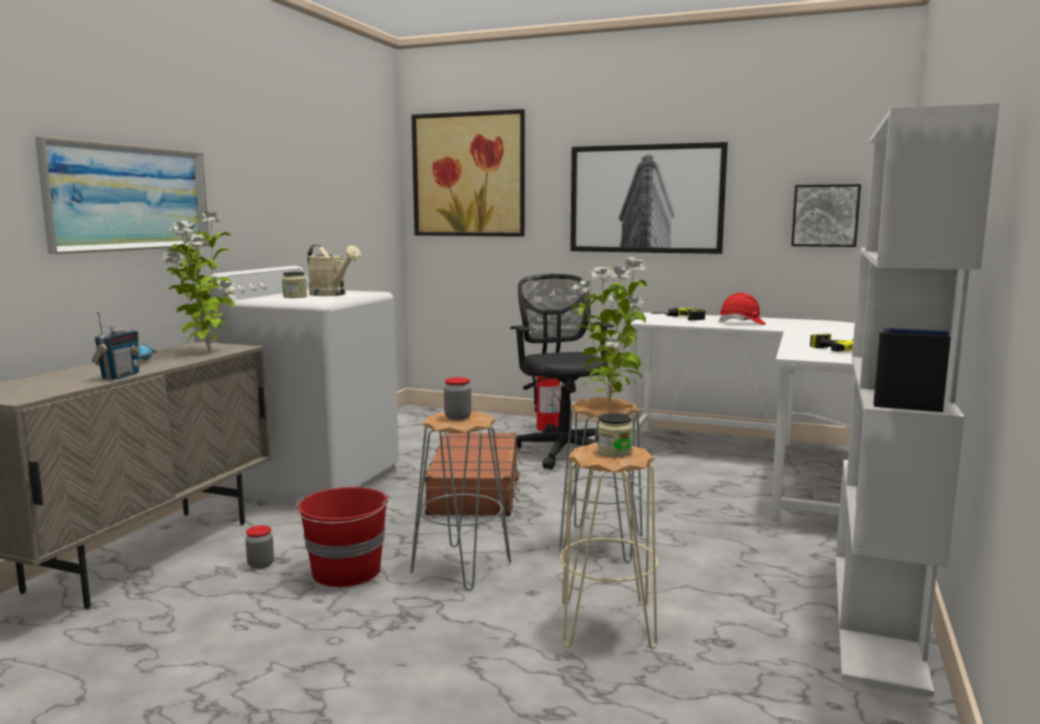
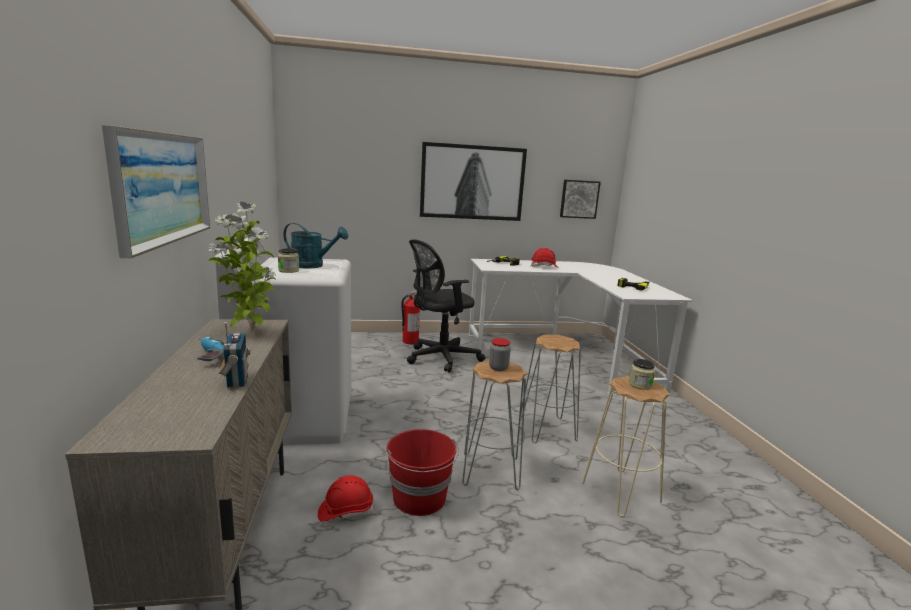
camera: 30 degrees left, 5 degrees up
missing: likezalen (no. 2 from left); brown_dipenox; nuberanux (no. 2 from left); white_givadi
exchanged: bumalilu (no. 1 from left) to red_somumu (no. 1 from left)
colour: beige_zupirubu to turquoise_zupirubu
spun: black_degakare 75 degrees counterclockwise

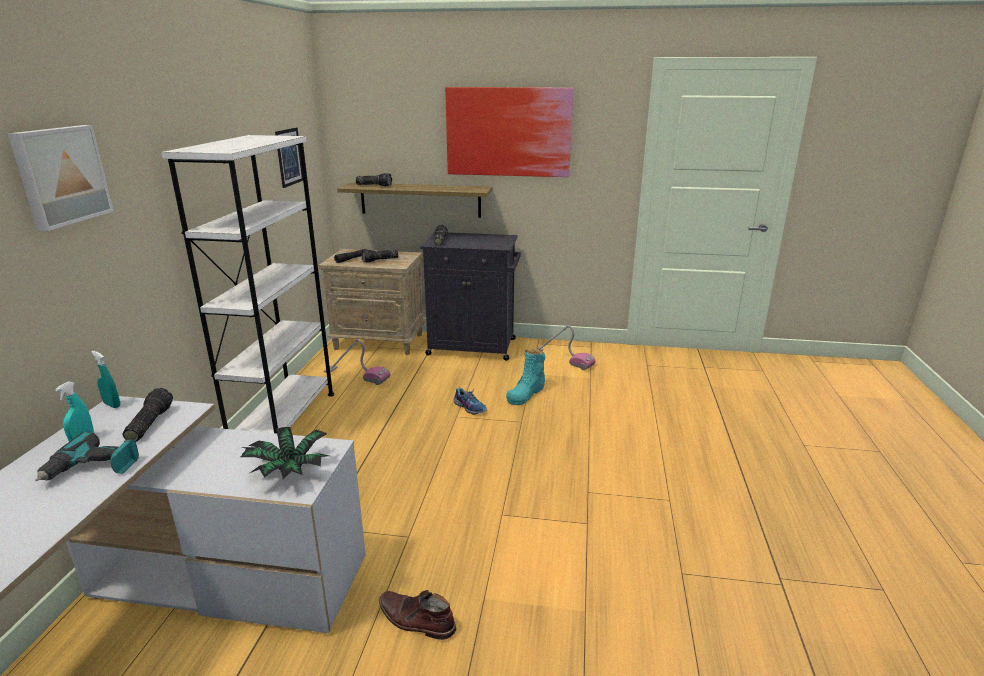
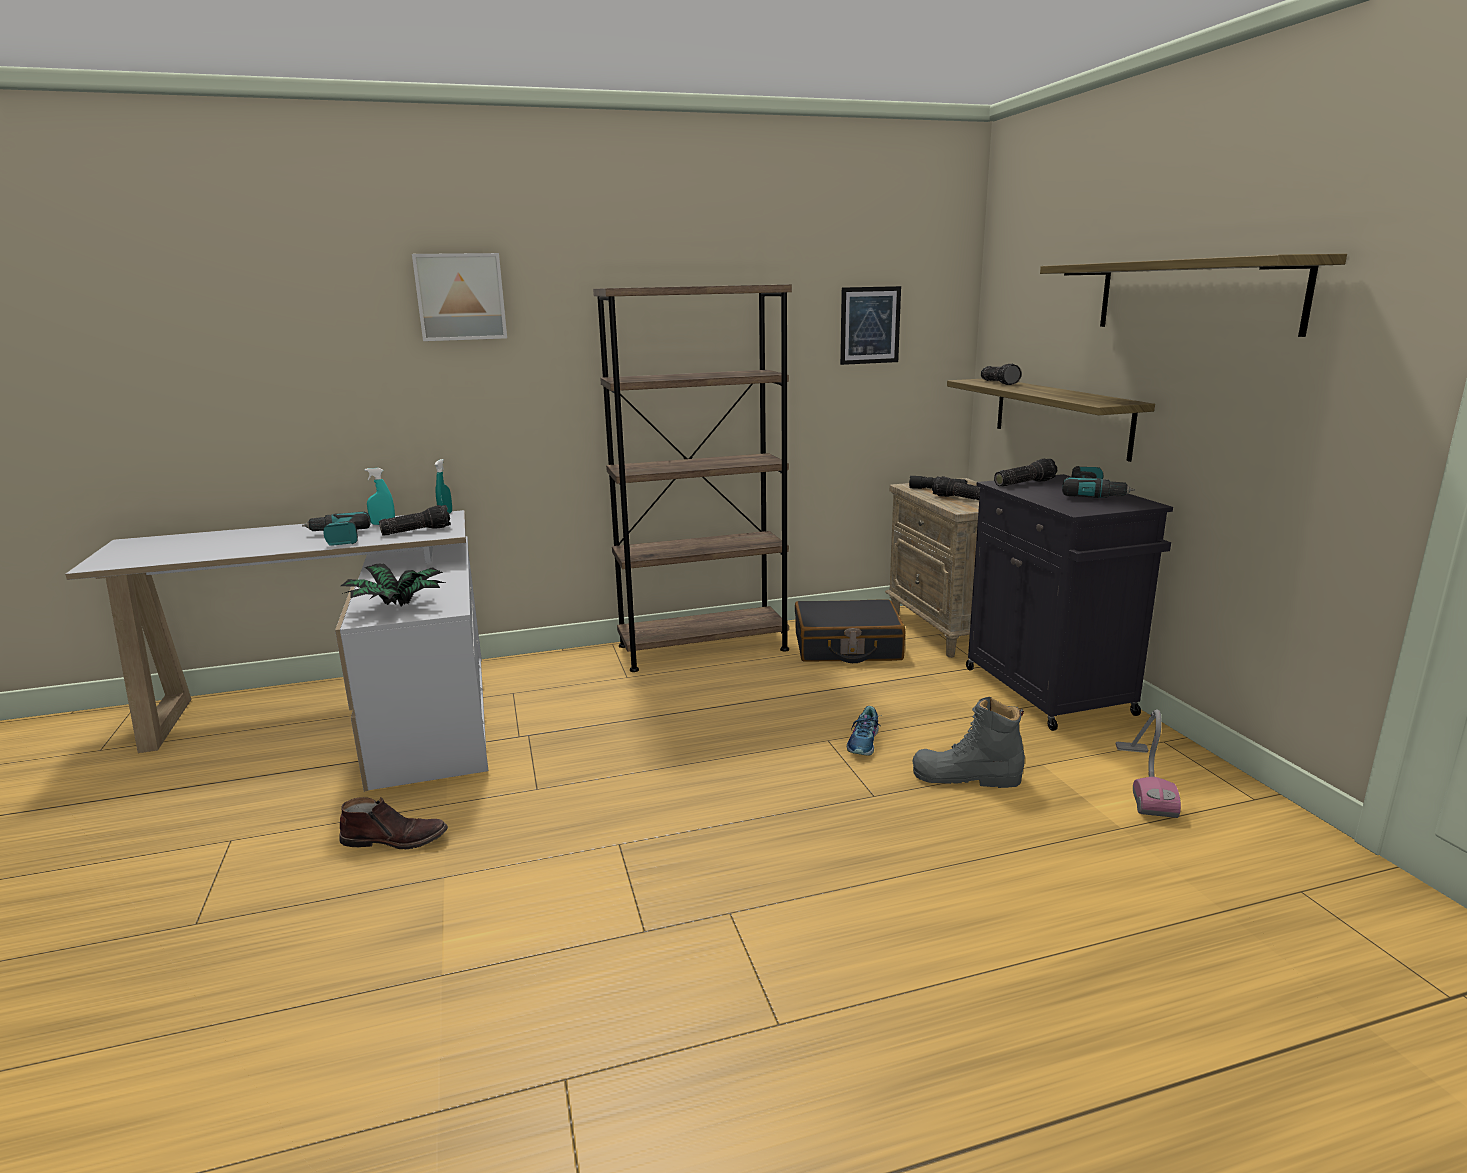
camera: 65 degrees right, 5 degrees down
appeared: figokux (no. 2 from left)
exchanged: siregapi (no. 1 from left) to black_dipenox; likezalen (no. 3 from left) to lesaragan (no. 2 from left)
colour: white_givadi to brown_givadi; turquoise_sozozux to grey_sozozux
spun: brown_sozozux 90 degrees clockwise

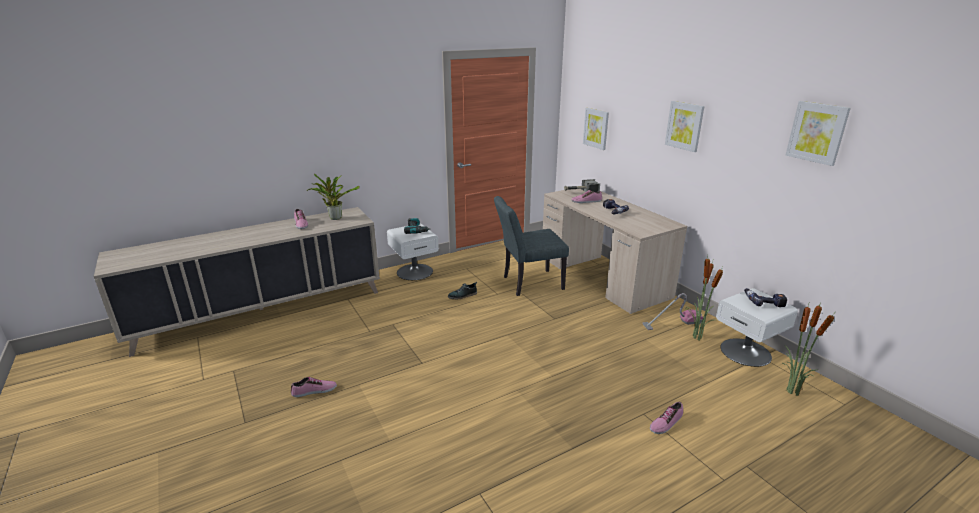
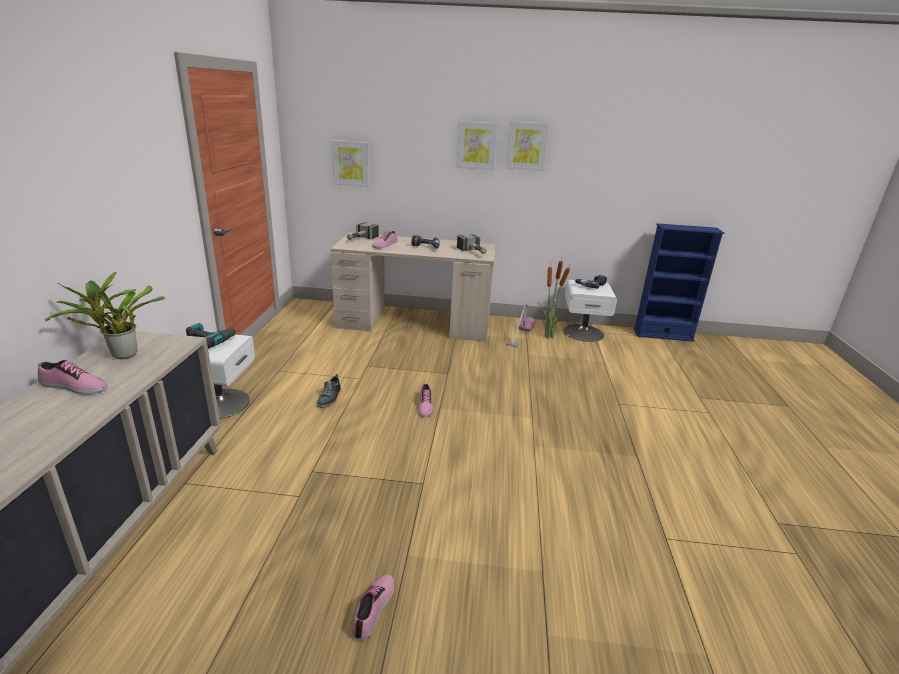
camera: 55 degrees left, 0 degrees up
missing: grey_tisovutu; nuberanux (no. 3 from left)
appeared: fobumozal (no. 2 from left); blue_givadi
relocated: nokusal (no. 5 from left); likezalen (no. 3 from left)

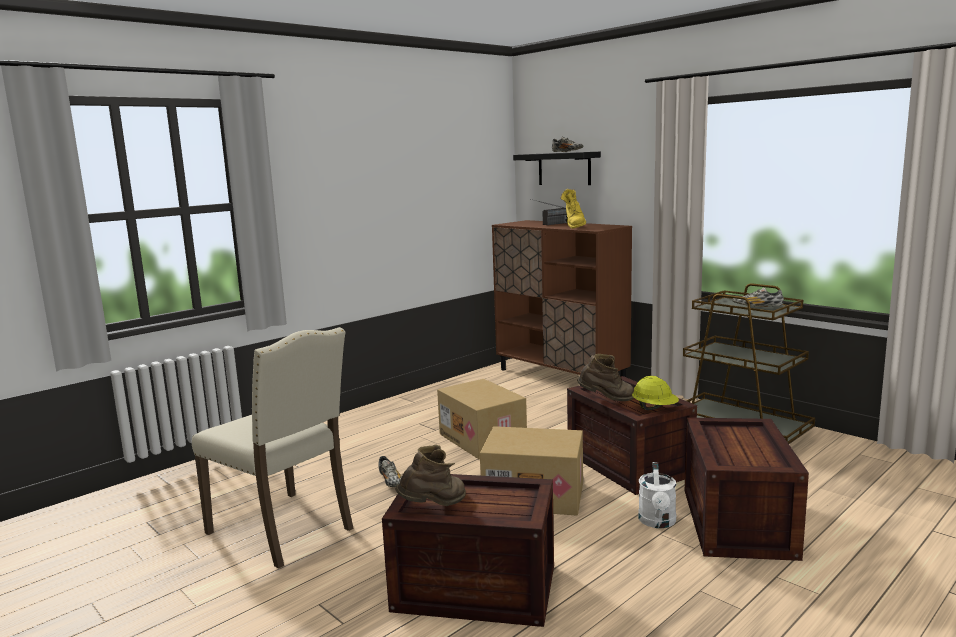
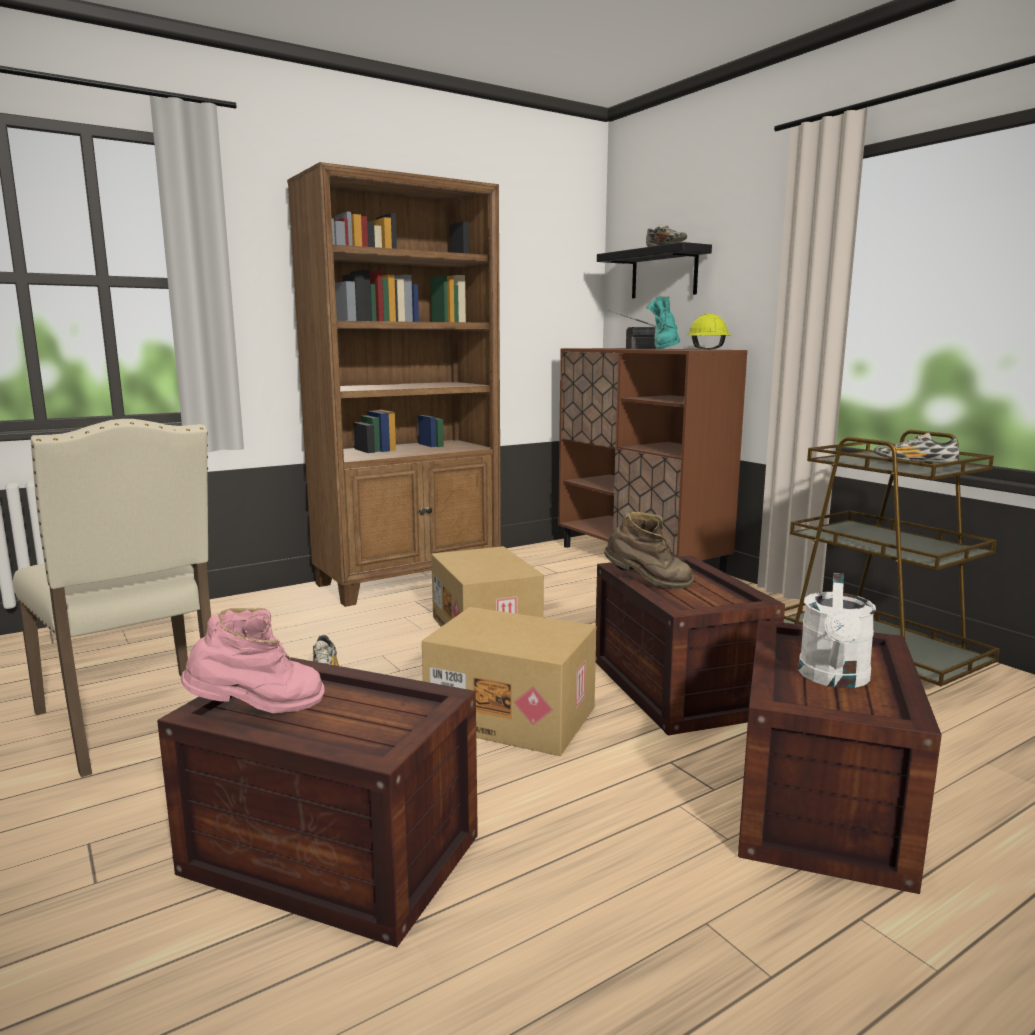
camera: 10 degrees right, 0 degrees up
appeared: brown_givadi
relocated: yellow_somumu; white_zupirubu
colour: brown_sozozux (no. 1 from left) to pink_sozozux; yellow_sozozux to turquoise_sozozux

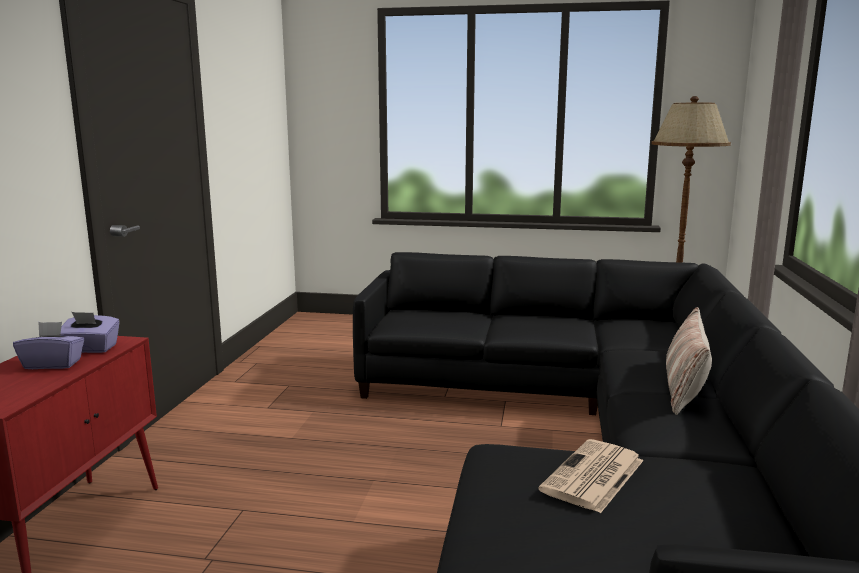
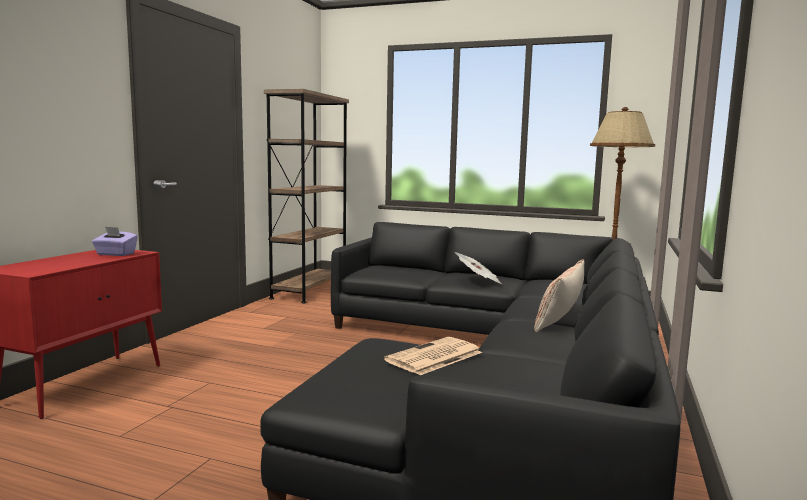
camera: 10 degrees right, 5 degrees down
missing: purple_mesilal (no. 1 from left)
appeared: brown_givadi; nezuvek (no. 2 from left)

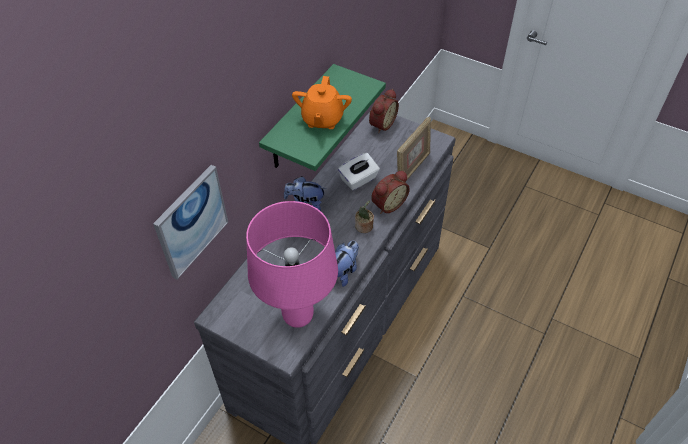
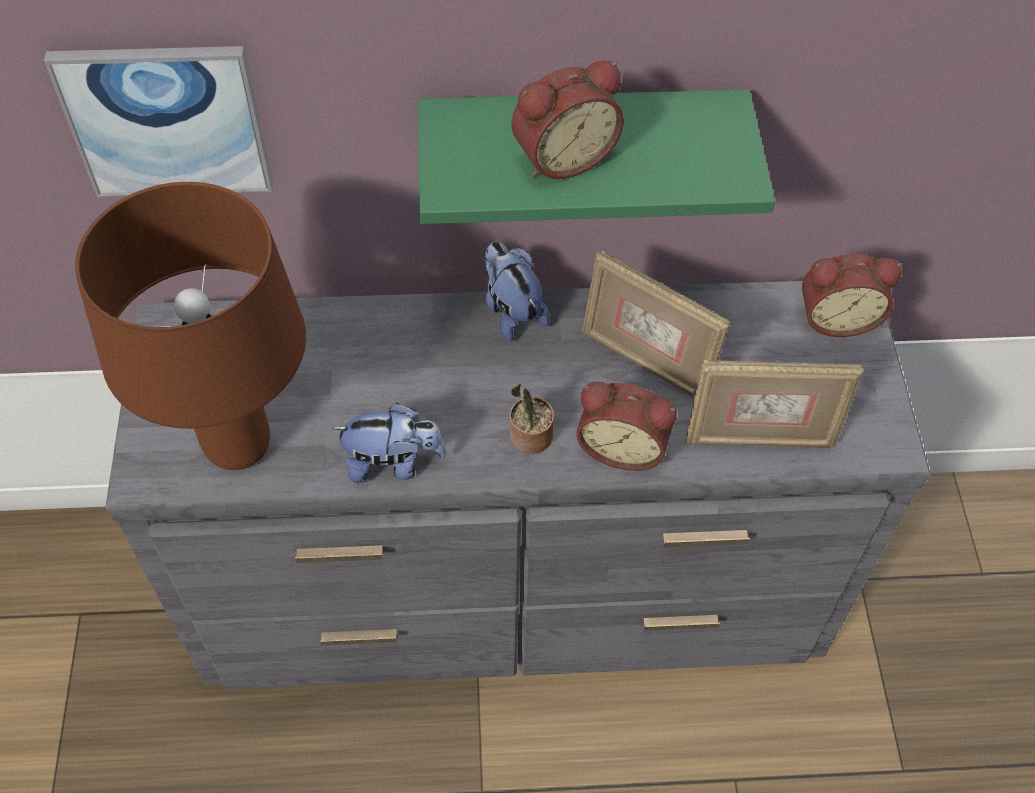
camera: 55 degrees right, 5 degrees up
exchanged: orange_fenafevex to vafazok (no. 1 from left); white_mesilal to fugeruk (no. 1 from left)
colour: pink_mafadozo to brown_mafadozo

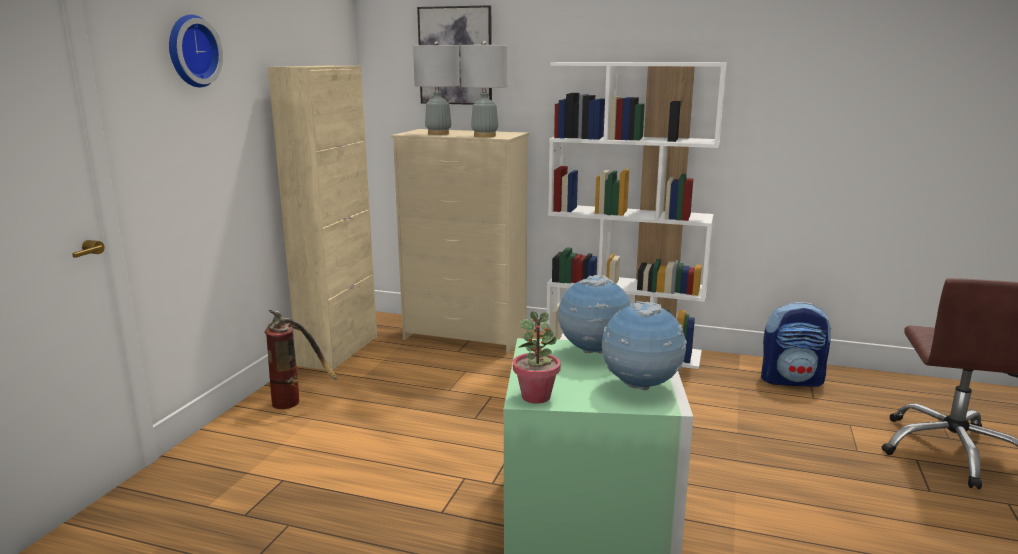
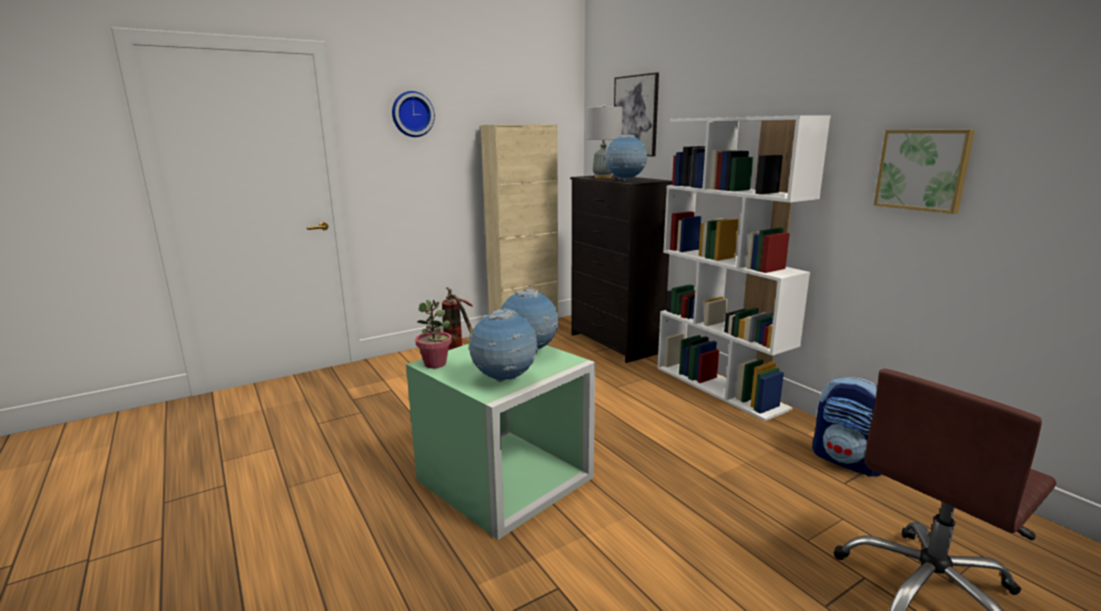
camera: 40 degrees right, 0 degrees up
appeared: likezalen (no. 2 from left)
exchanged: grey_mafadozo (no. 2 from left) to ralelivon (no. 3 from left)
colour: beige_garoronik to black_garoronik

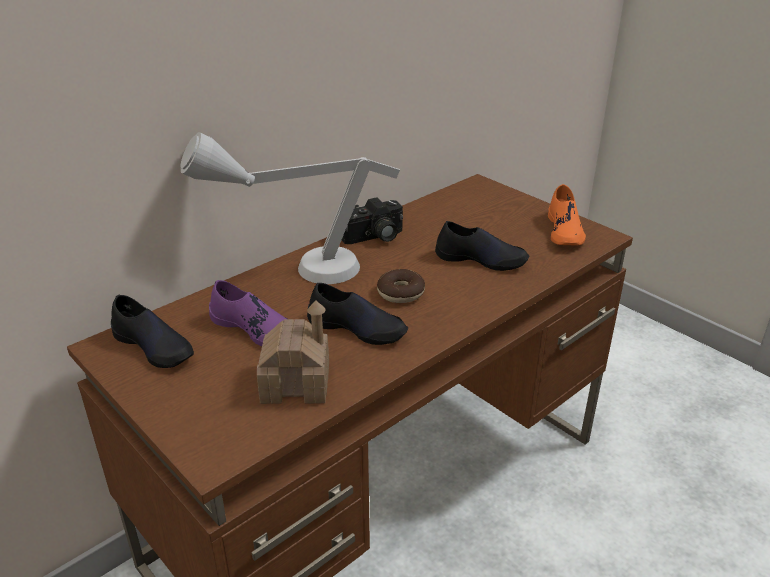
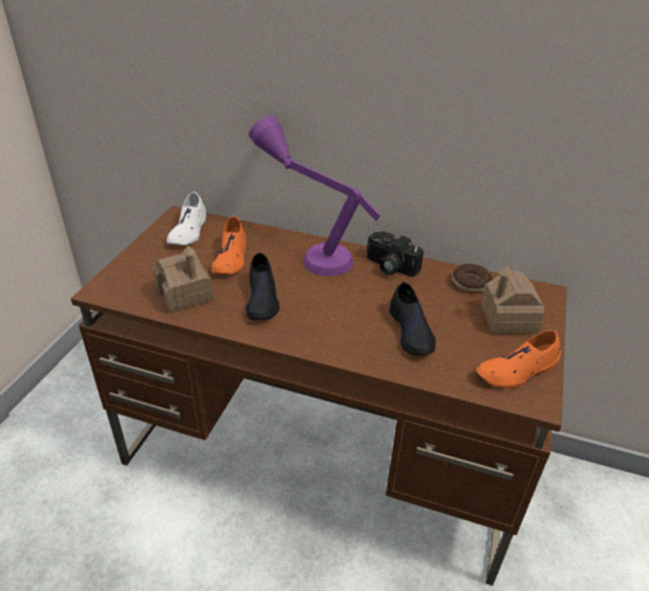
camera: 60 degrees right, 5 degrees up
appeared: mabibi (no. 2 from left)
relocated: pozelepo
colour: black_nokusal (no. 1 from left) to white_nokusal; purple_nokusal to orange_nokusal (no. 1 from left); grey_mafadozo to purple_mafadozo

